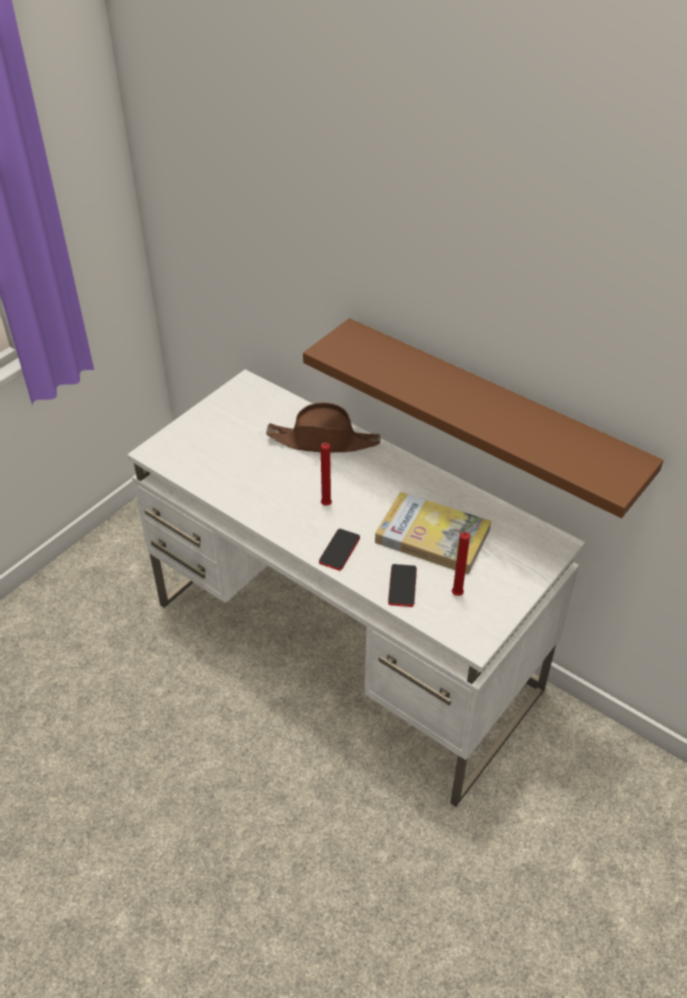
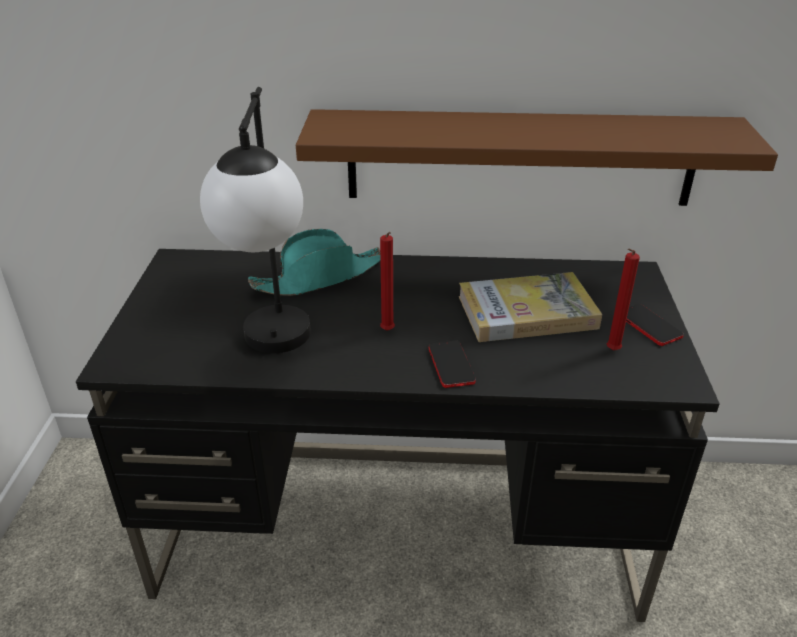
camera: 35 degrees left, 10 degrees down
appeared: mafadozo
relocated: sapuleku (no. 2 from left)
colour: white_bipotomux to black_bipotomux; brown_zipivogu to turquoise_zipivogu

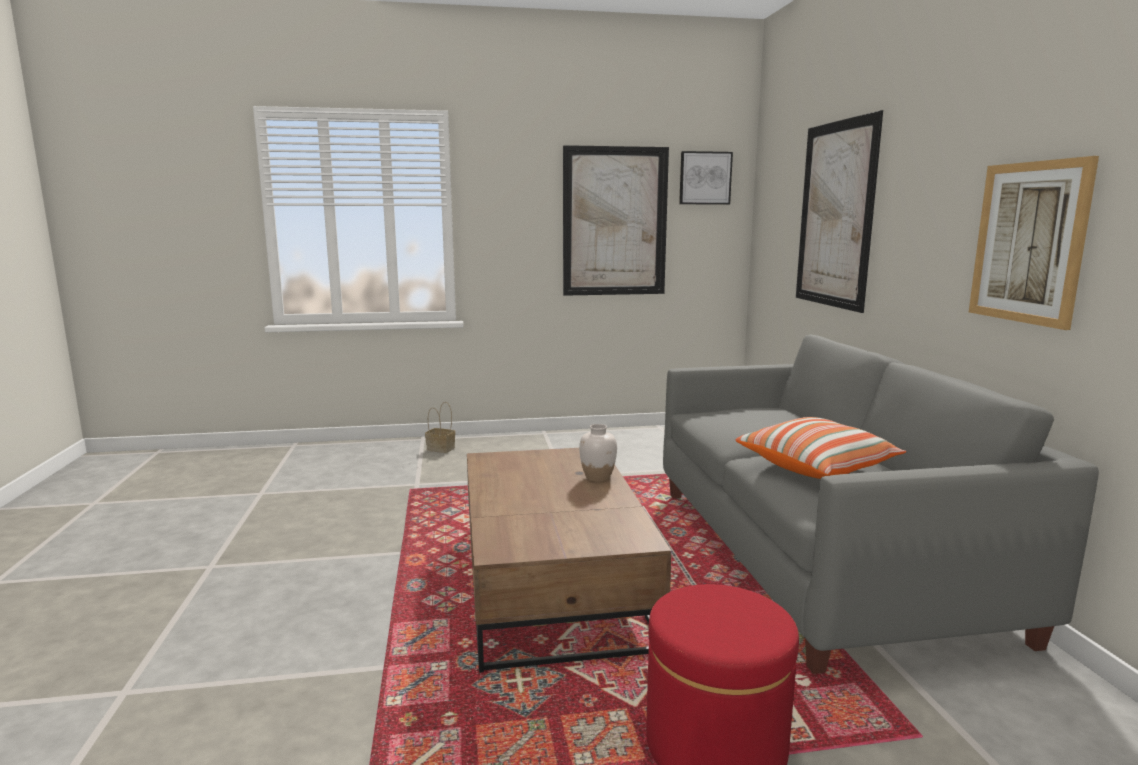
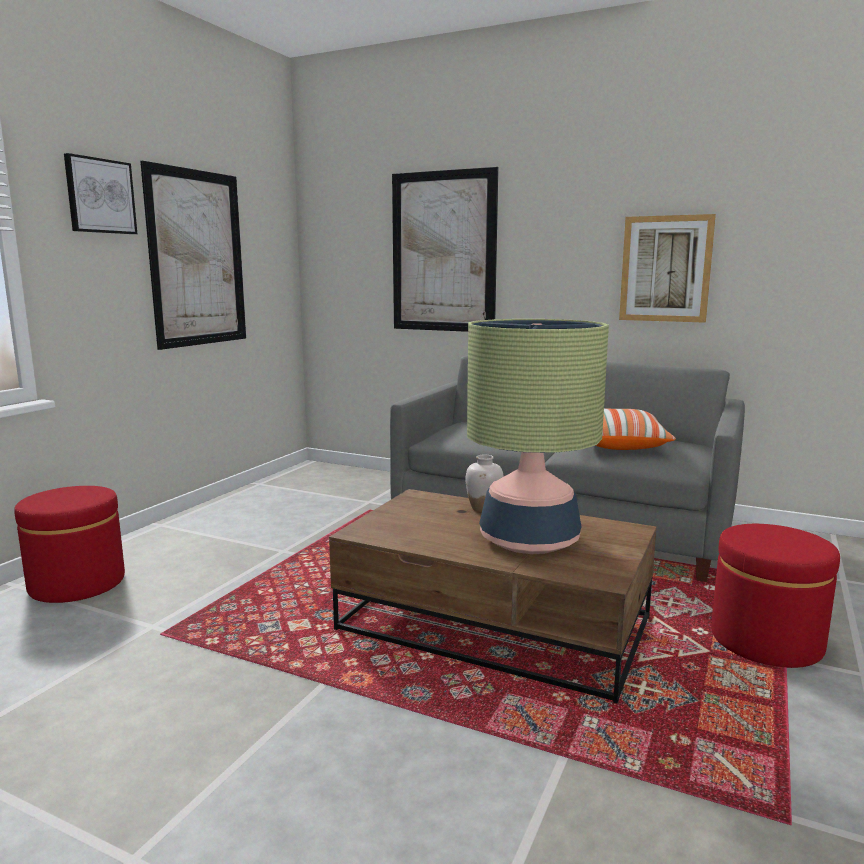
camera: 55 degrees left, 0 degrees up
appeared: mafadozo
relocated: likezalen (no. 2 from left in the first image) to likezalen (no. 1 from left)
exchanged: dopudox to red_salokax (no. 1 from left)

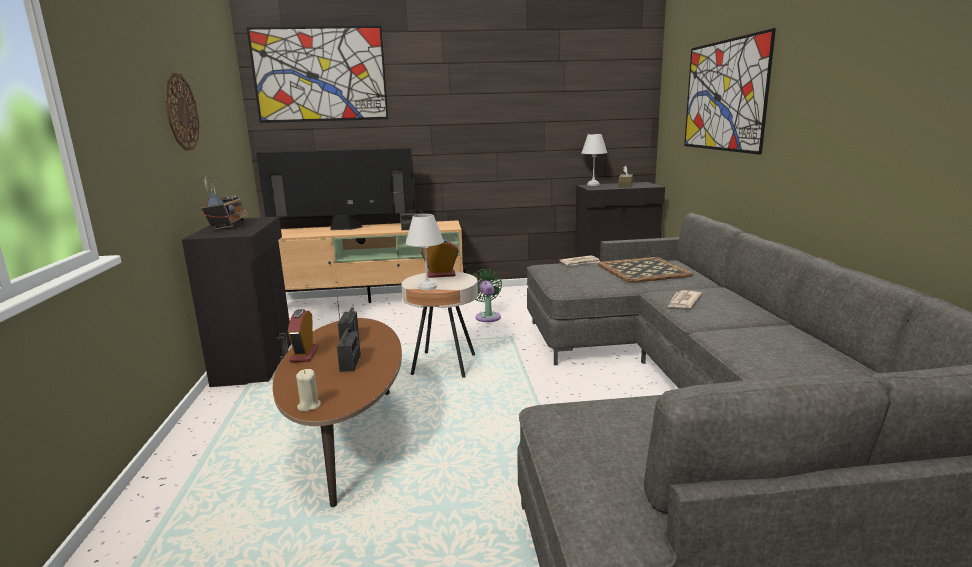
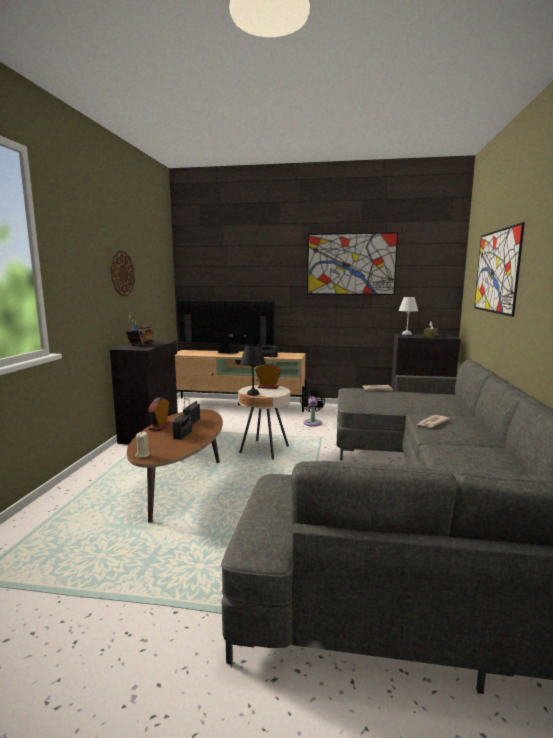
camera: 15 degrees right, 5 degrees down
missing: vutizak
relocated: likezalen (no. 1 from left)
colour: white_mafadozo (no. 1 from left) to black_mafadozo; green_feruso to black_feruso

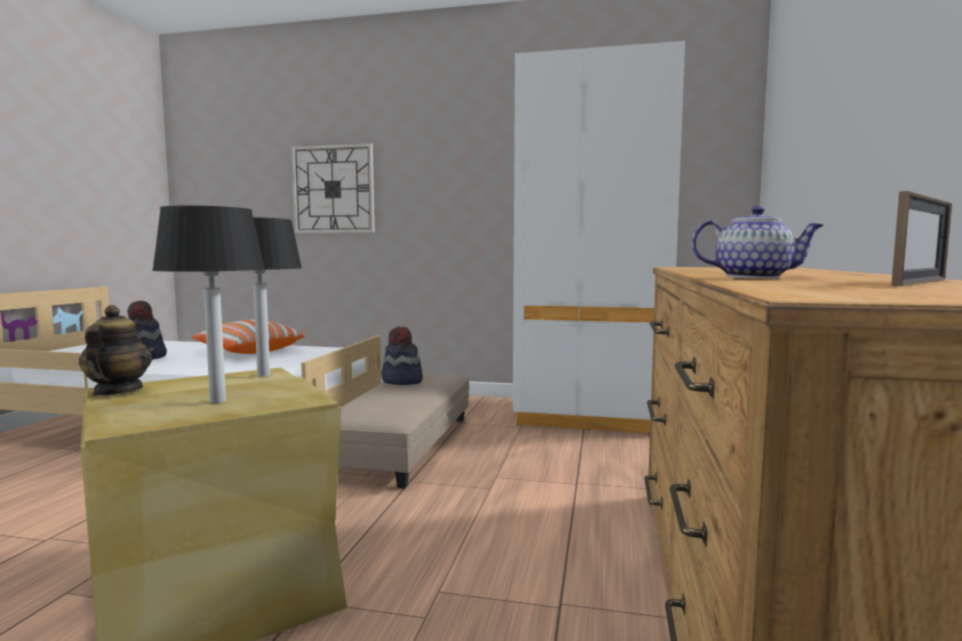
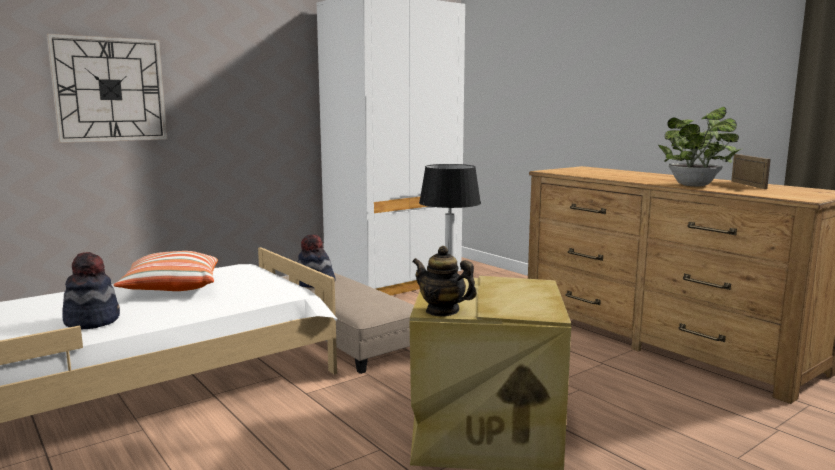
camera: 50 degrees left, 5 degrees up
missing: mafadozo (no. 1 from left)
exchanged: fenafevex (no. 2 from left) to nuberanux

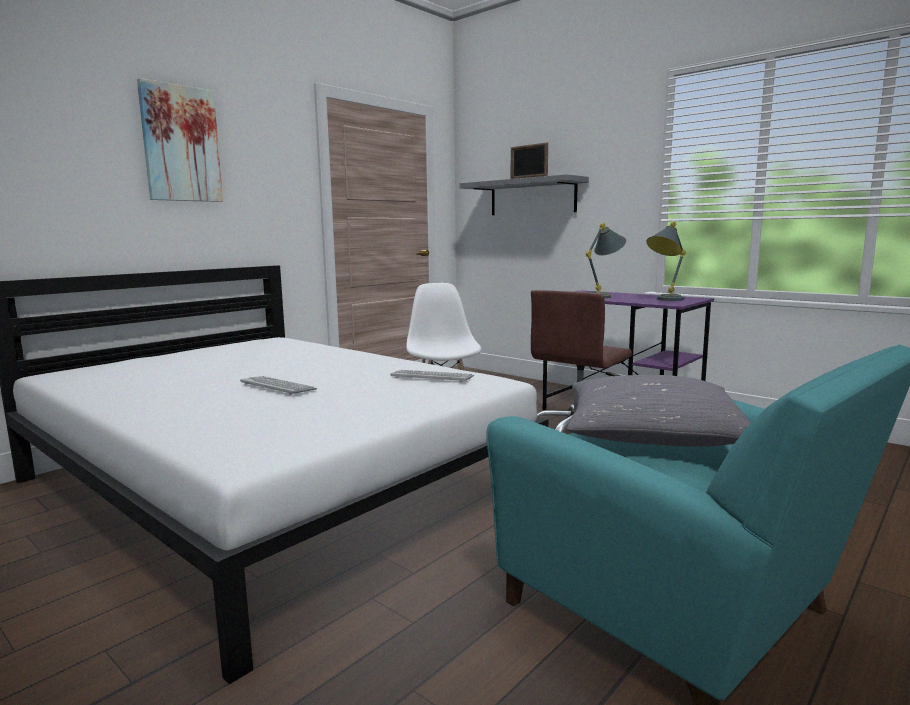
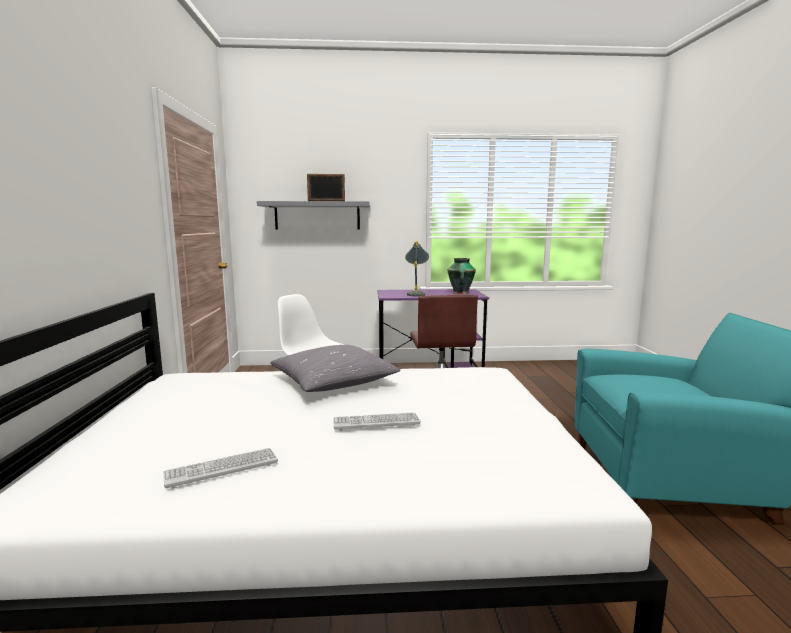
camera: 45 degrees left, 0 degrees up
missing: likezalen
relocated: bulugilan (no. 2 from left in the first image) to bulugilan (no. 1 from left); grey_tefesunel
exchanged: grey_mafadozo (no. 2 from left) to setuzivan

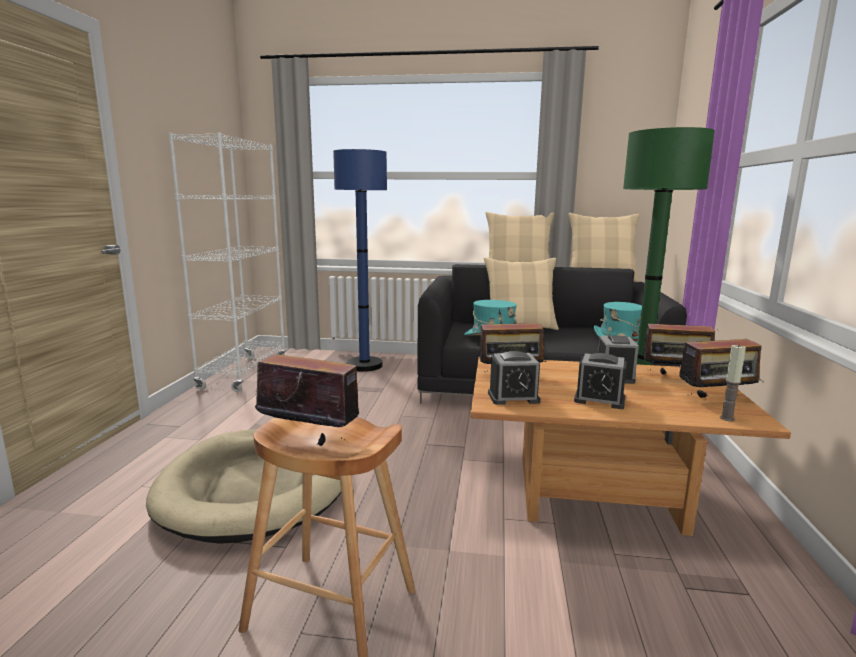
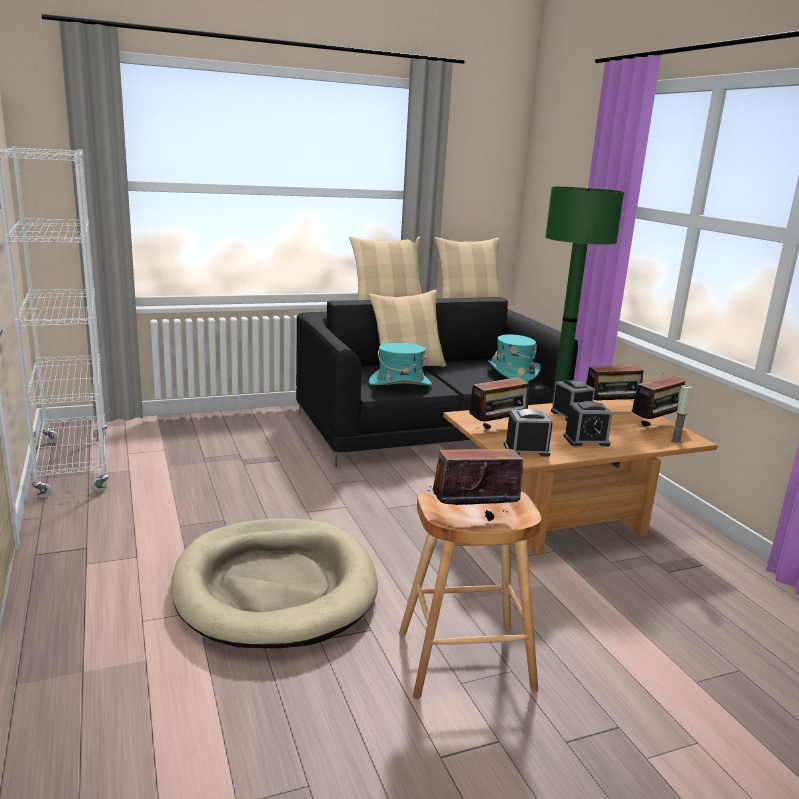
camera: 30 degrees left, 5 degrees up
missing: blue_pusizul
spun: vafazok (no. 1 from left) 150 degrees counterclockwise

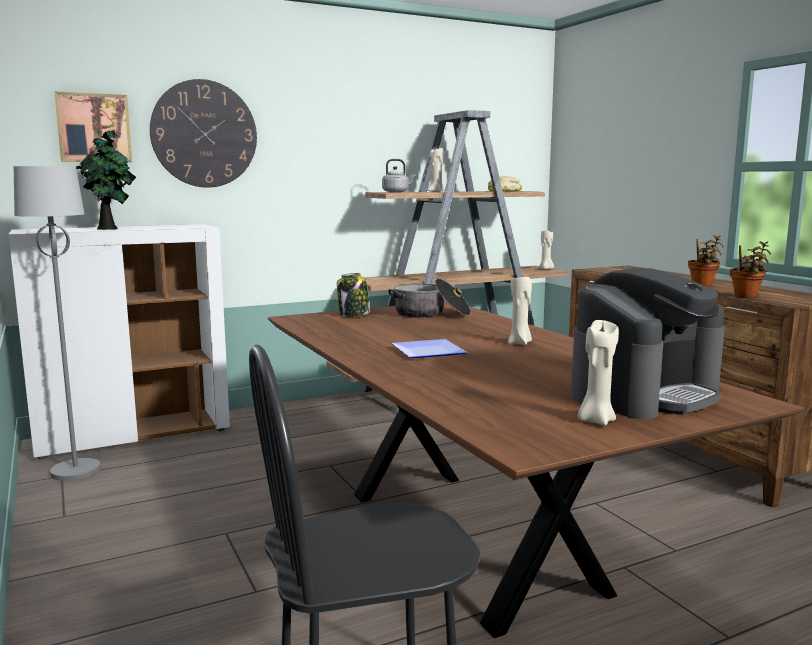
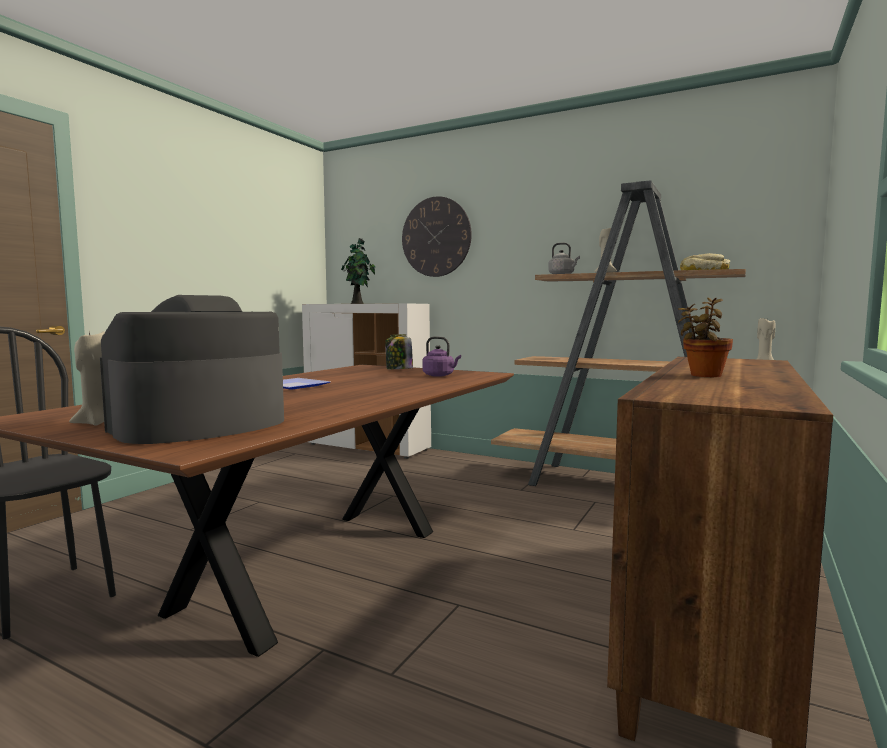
camera: 55 degrees right, 5 degrees down
missing: grey_pusizul; likezalen; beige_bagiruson (no. 2 from left); nuberanux (no. 3 from left)
exchanged: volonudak to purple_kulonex
spun: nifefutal 120 degrees clockwise

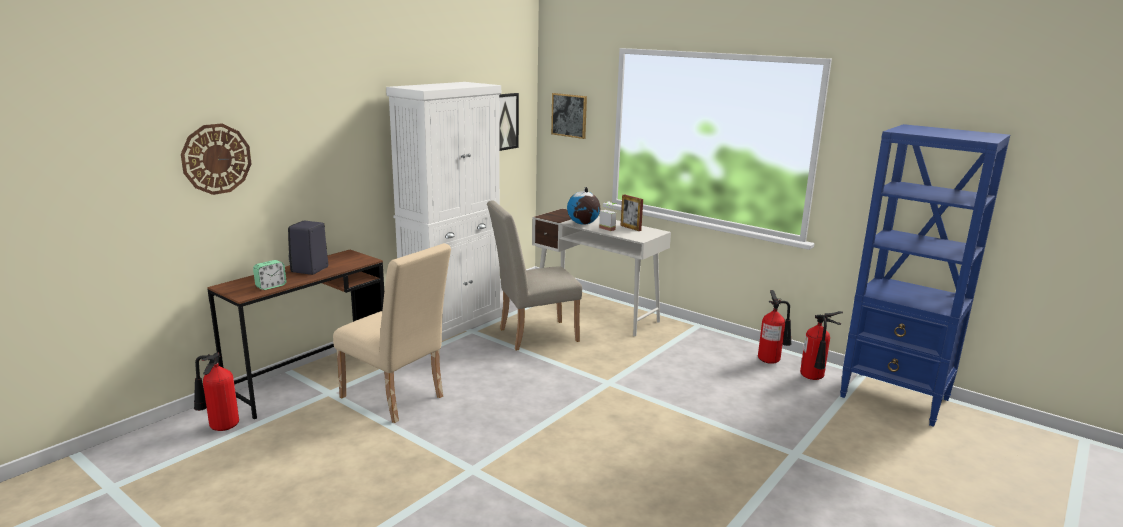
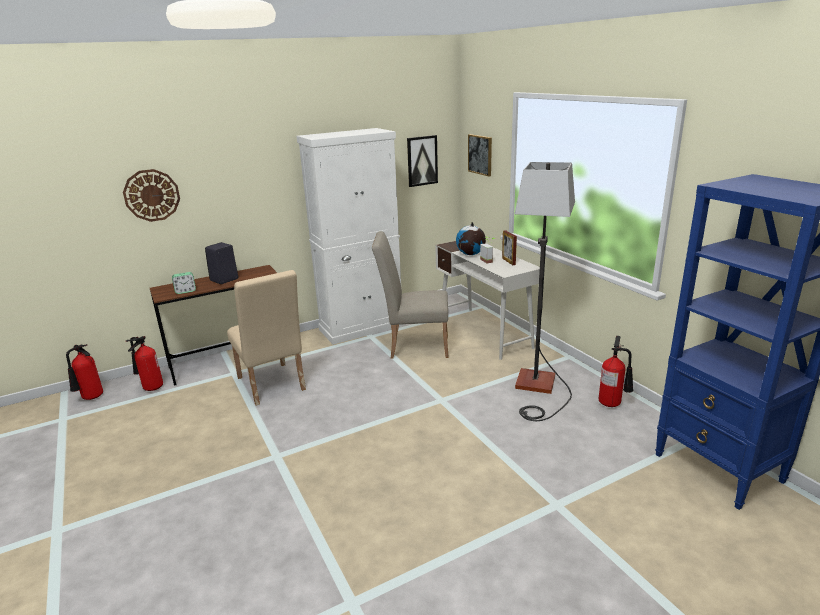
camera: 25 degrees right, 5 degrees up
appeared: pusizul
relocated: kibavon (no. 3 from left in the first image) to kibavon (no. 1 from left)

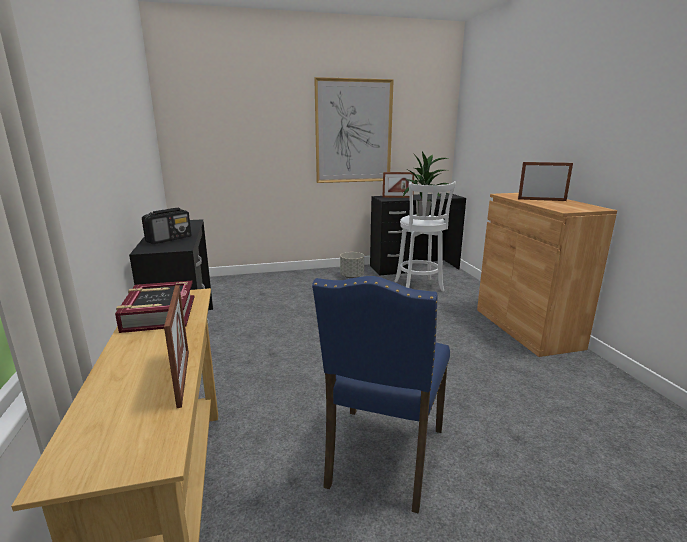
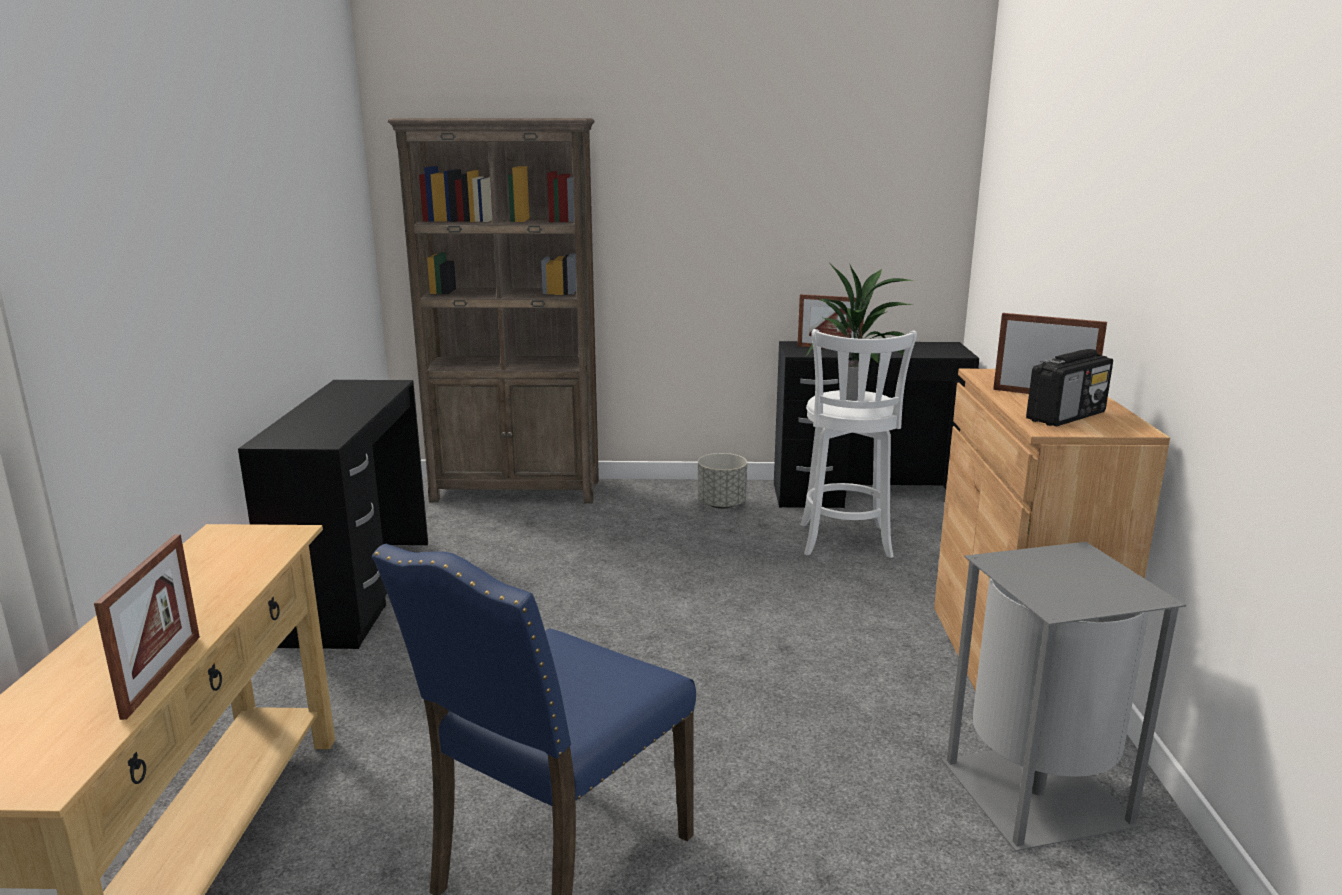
camera: 15 degrees right, 0 degrees up
missing: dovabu; likezalen
appeared: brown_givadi; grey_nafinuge
relocated: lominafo

